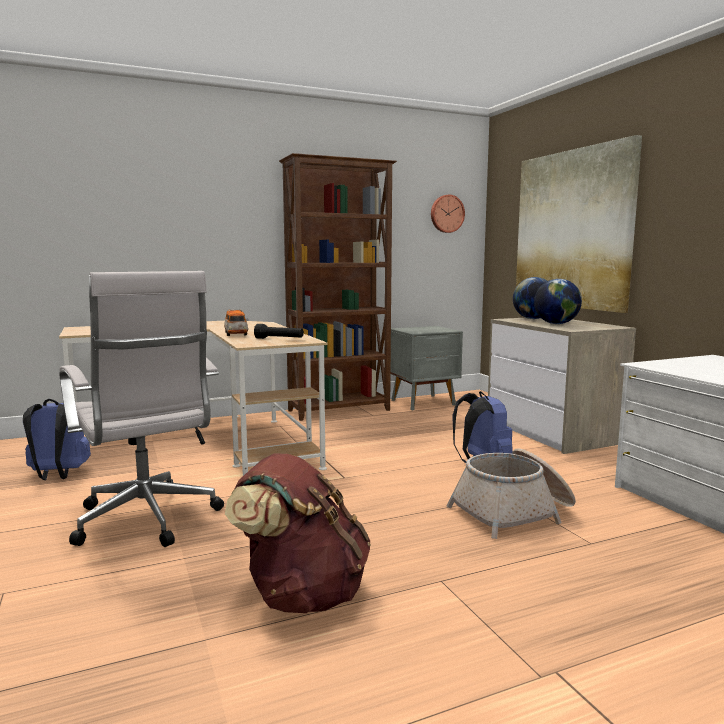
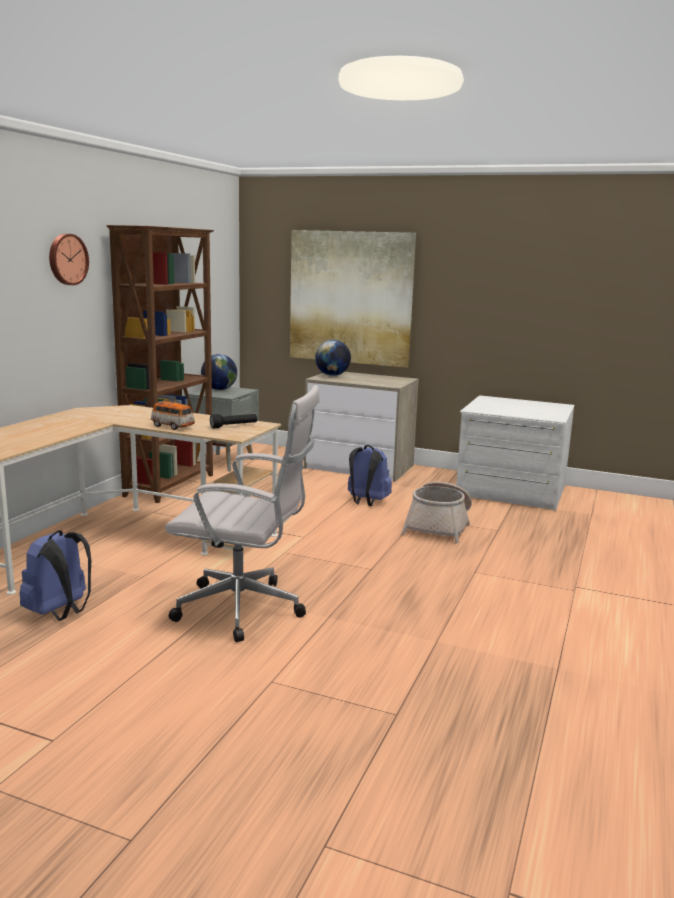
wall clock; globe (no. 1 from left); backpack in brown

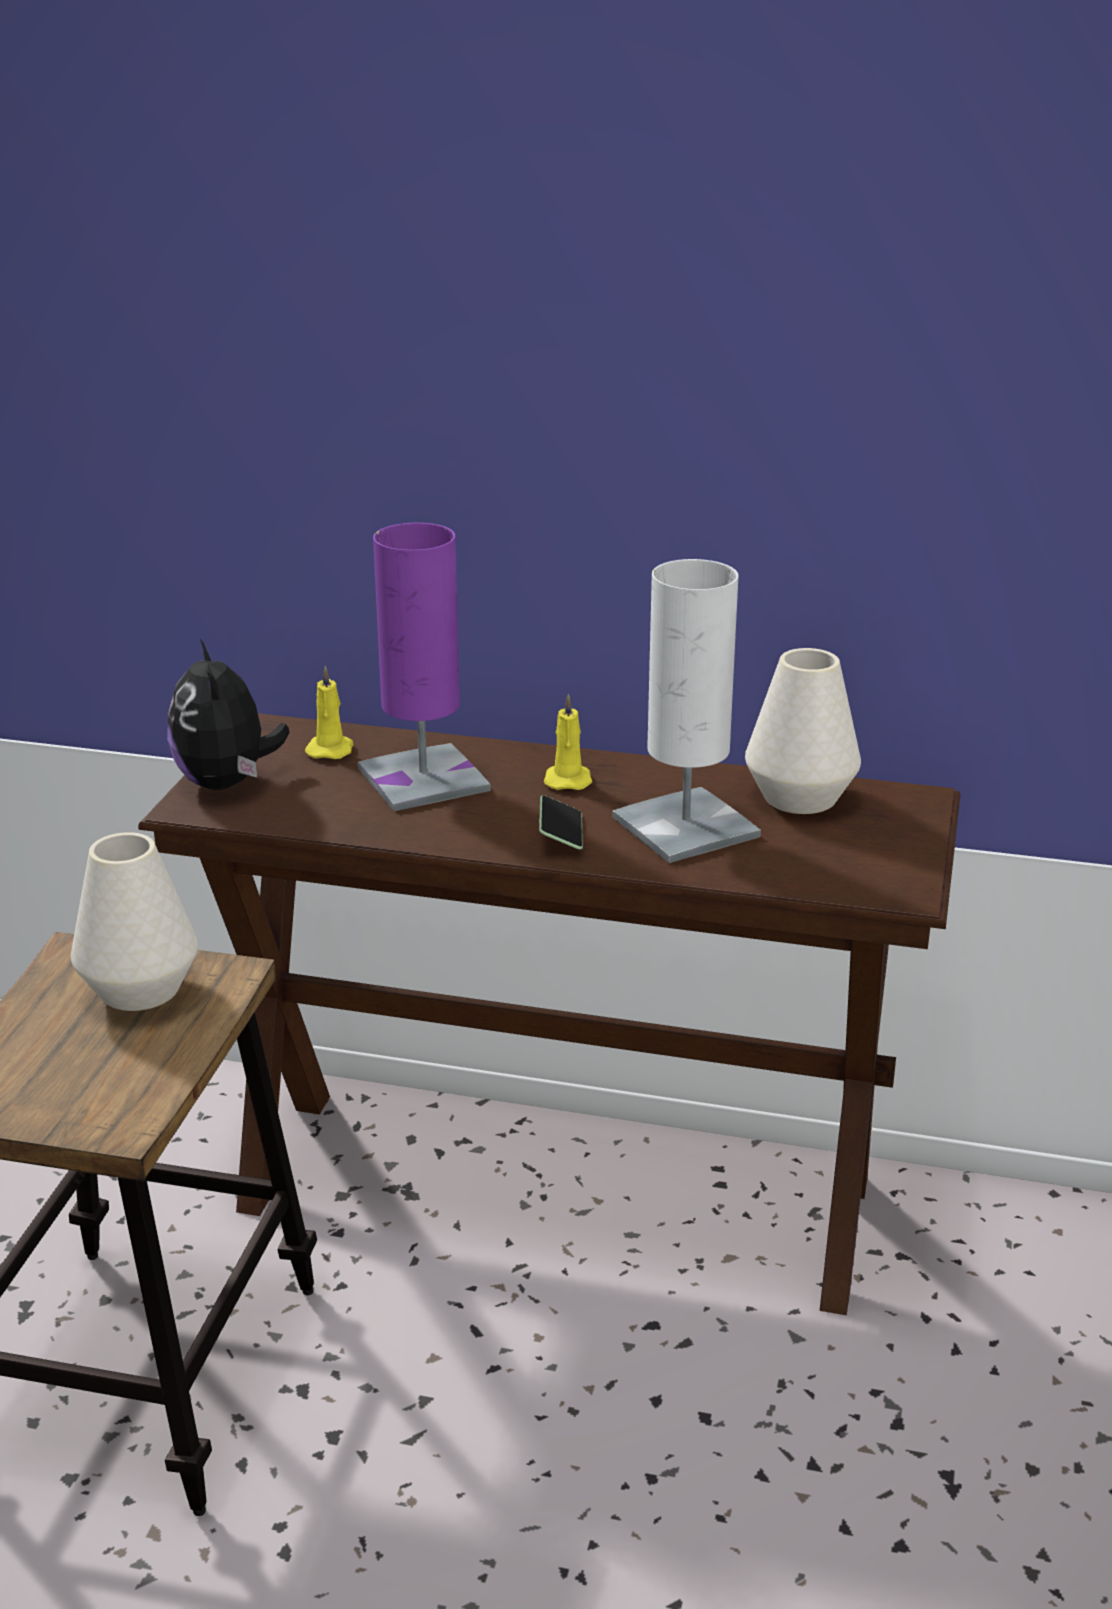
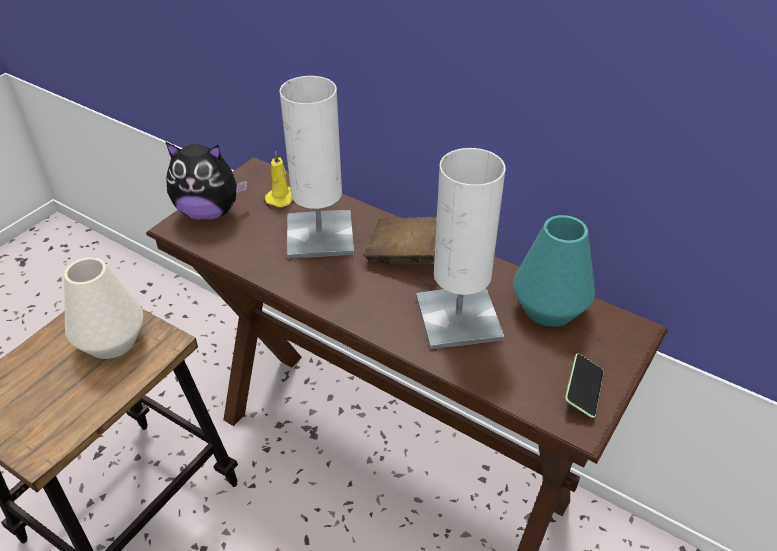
plush toy; table lamp in white (no. 1 from left); book in brown; vase in turquoise; phone

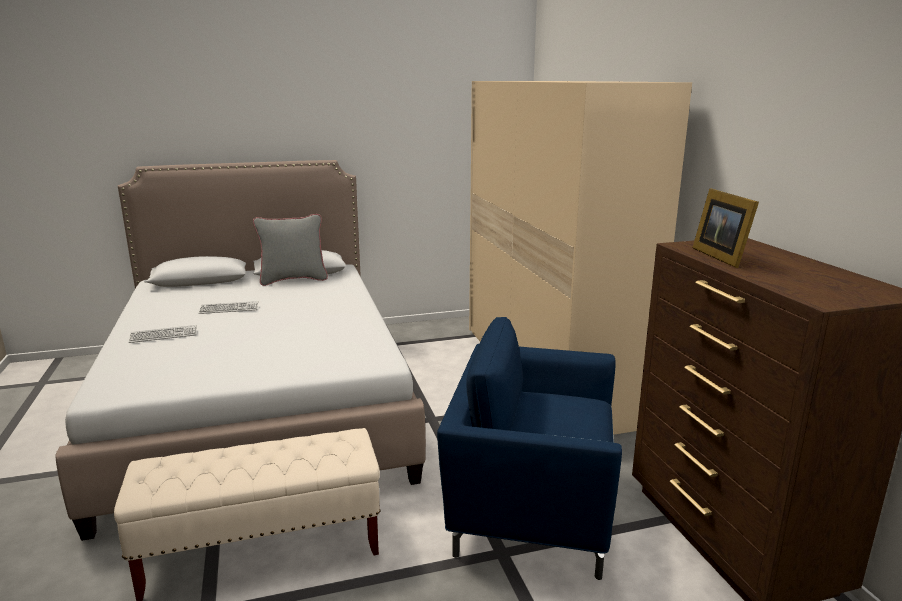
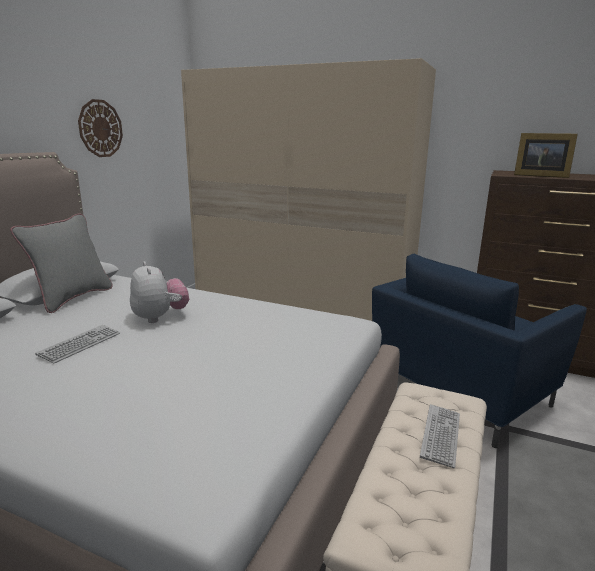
wall clock; plush toy; keyboard (no. 2 from left)

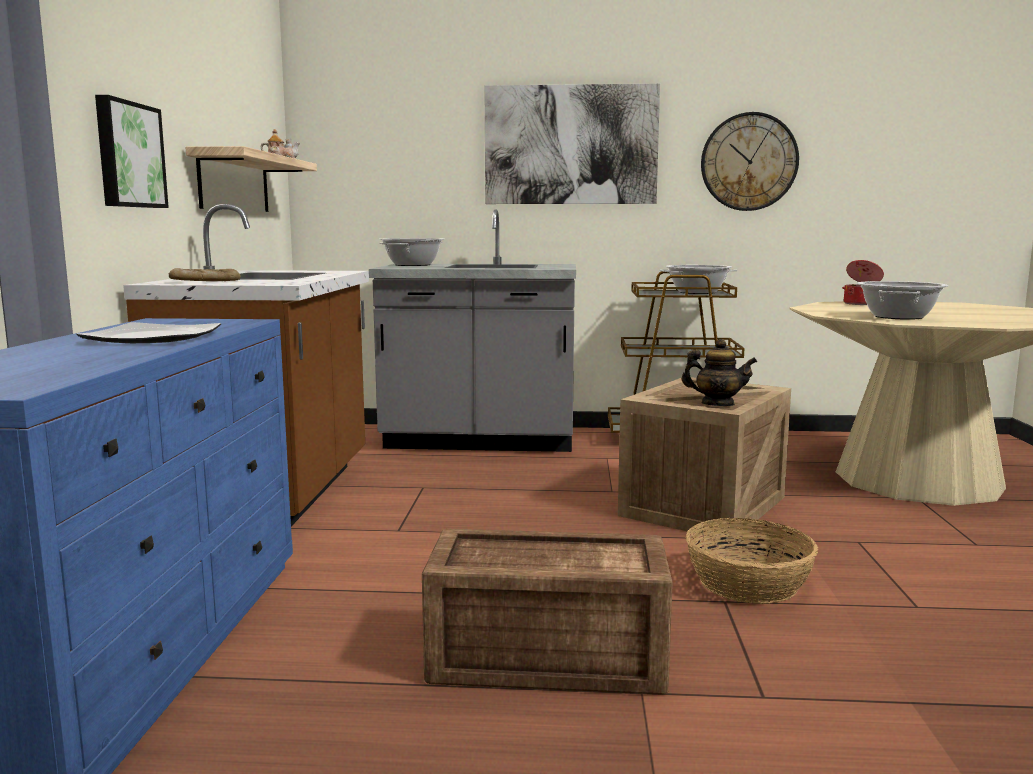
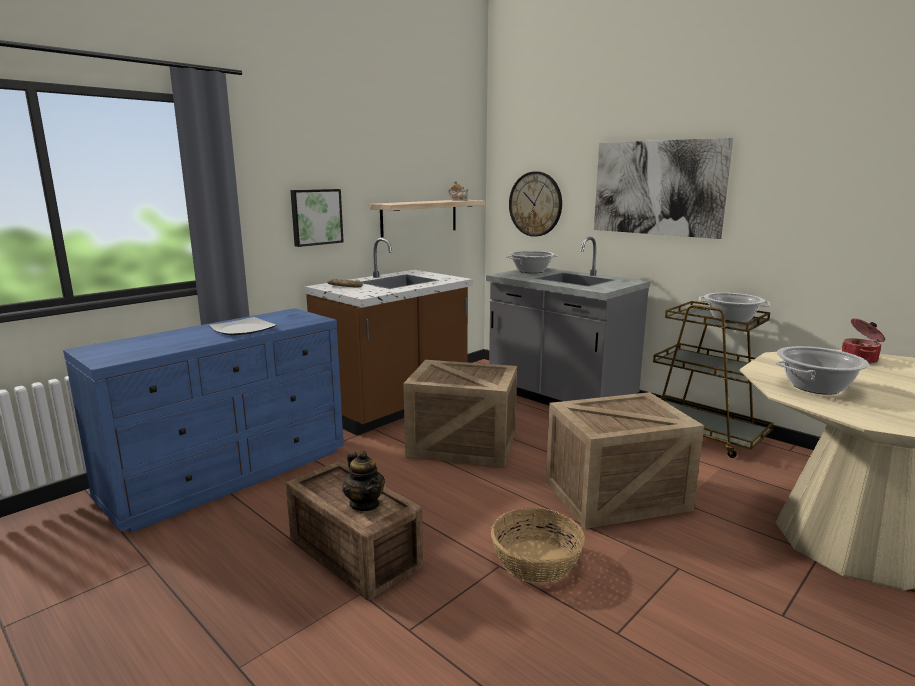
teapot (no. 1 from left); crate (no. 2 from left); wall clock

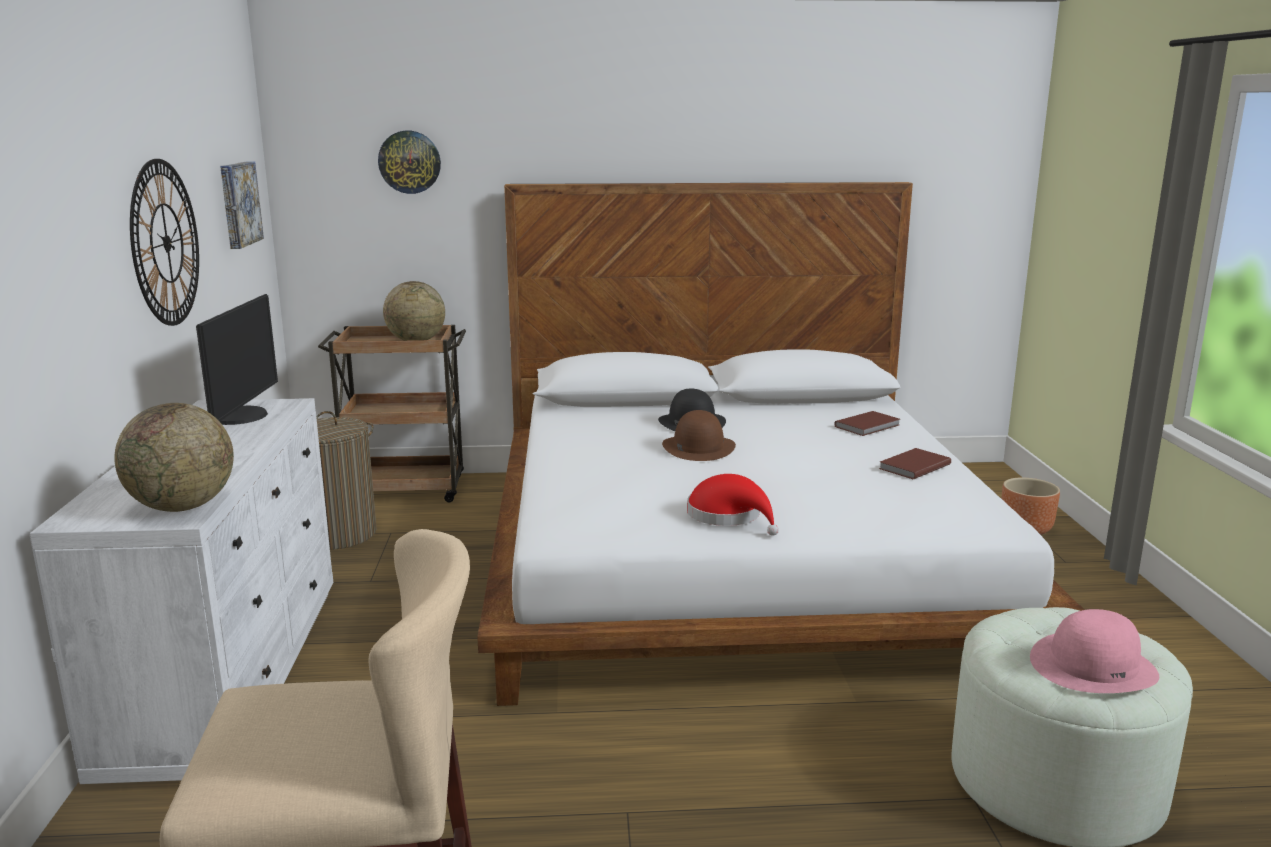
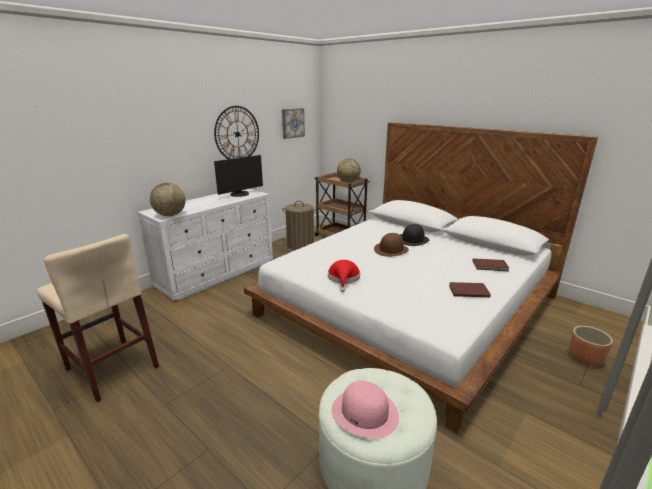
wall clock (no. 2 from left in the first image)

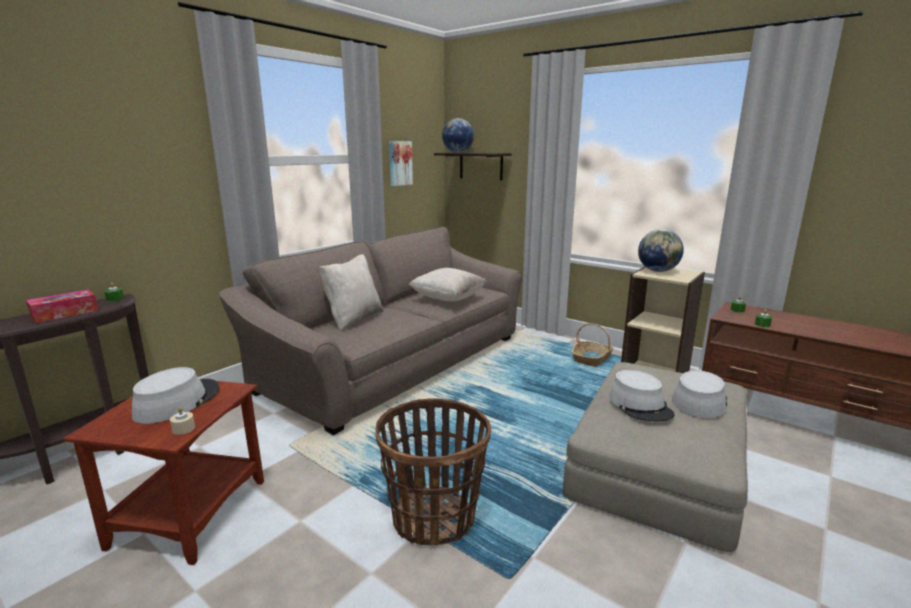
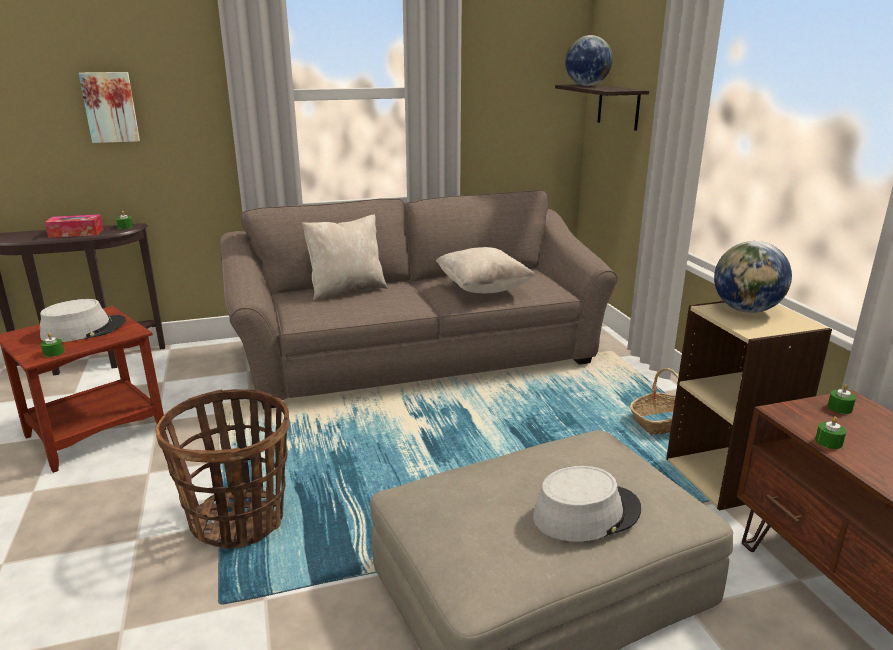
candle in green (no. 1 from left); picture; hat in grey (no. 2 from left in the first image)

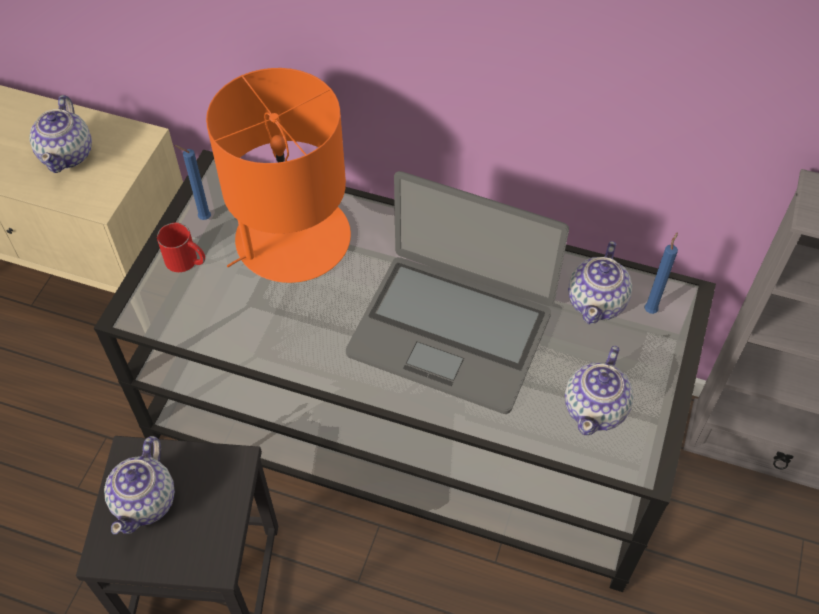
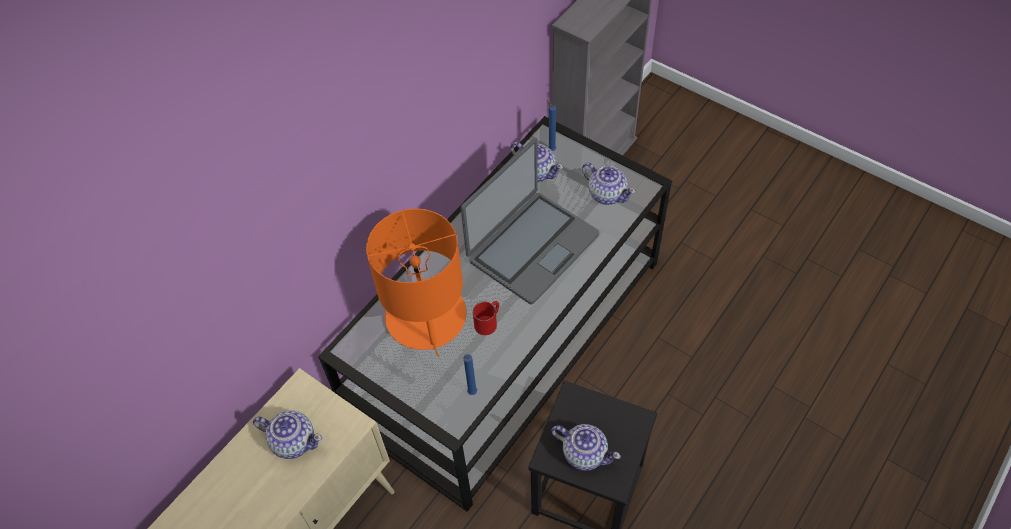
candle in blue (no. 1 from left); mug in red

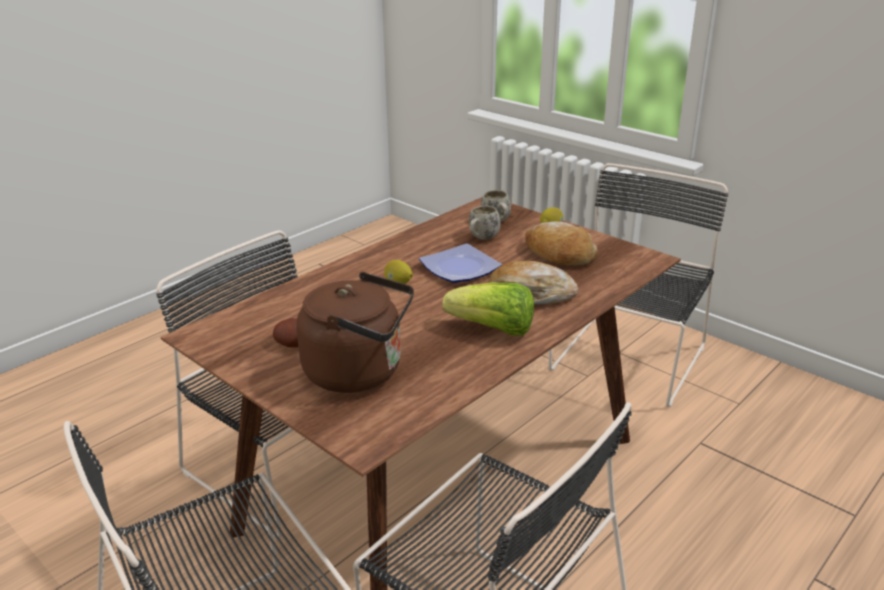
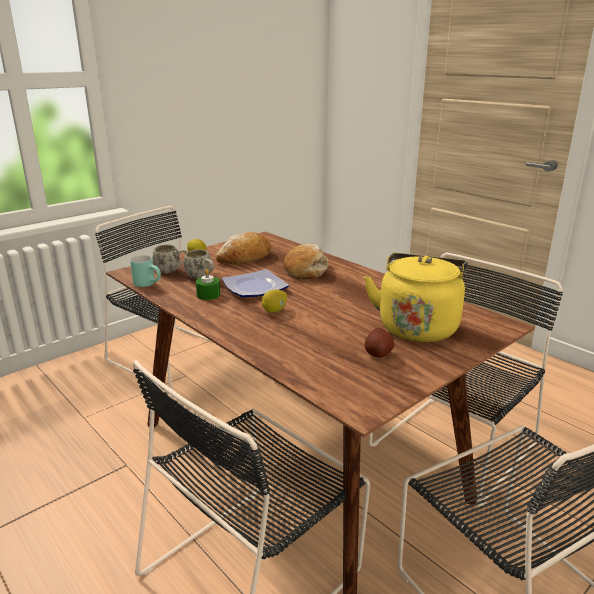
mug in turquoise; candle in green; kettle in yellow; lettuce

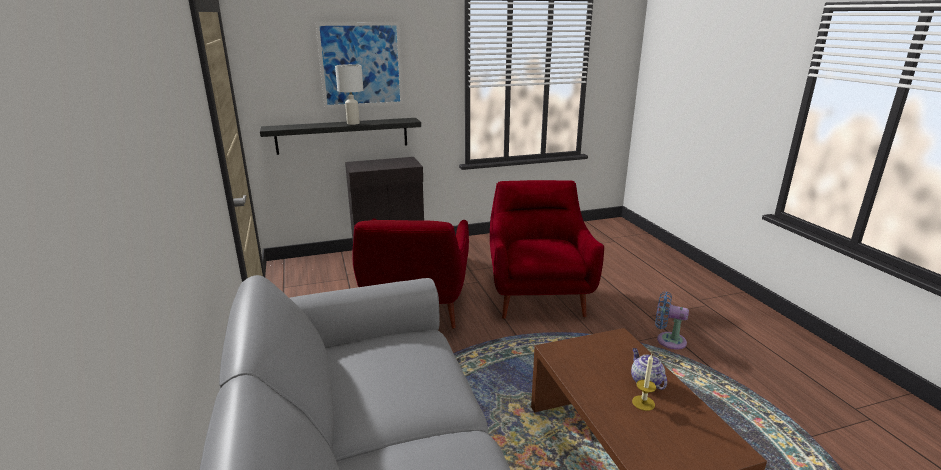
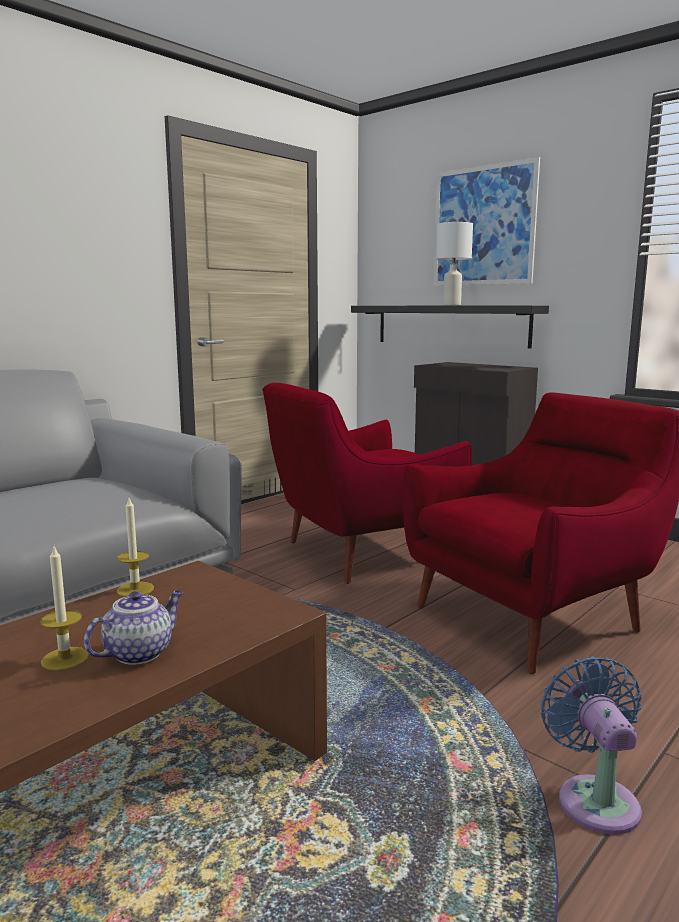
candle (no. 2 from left)

